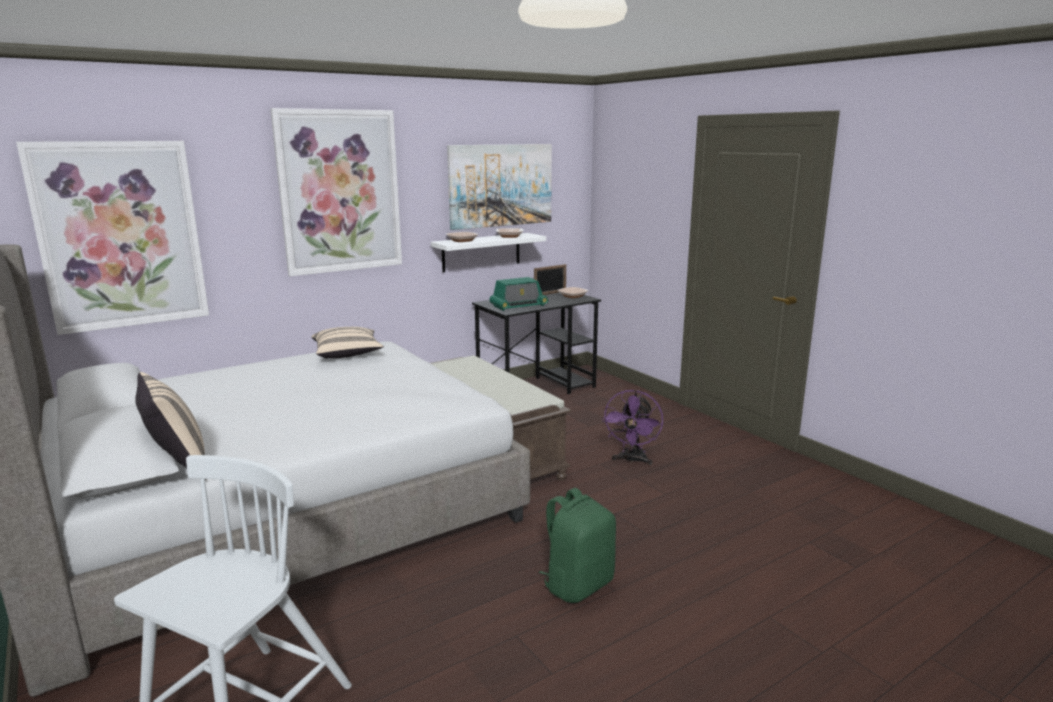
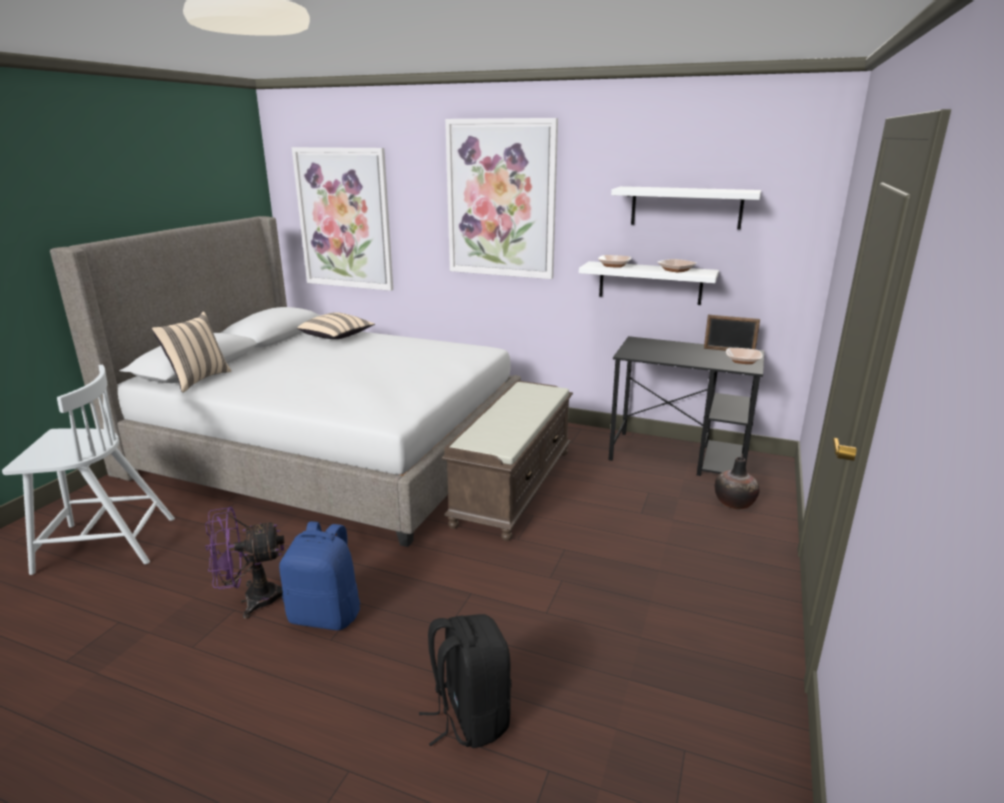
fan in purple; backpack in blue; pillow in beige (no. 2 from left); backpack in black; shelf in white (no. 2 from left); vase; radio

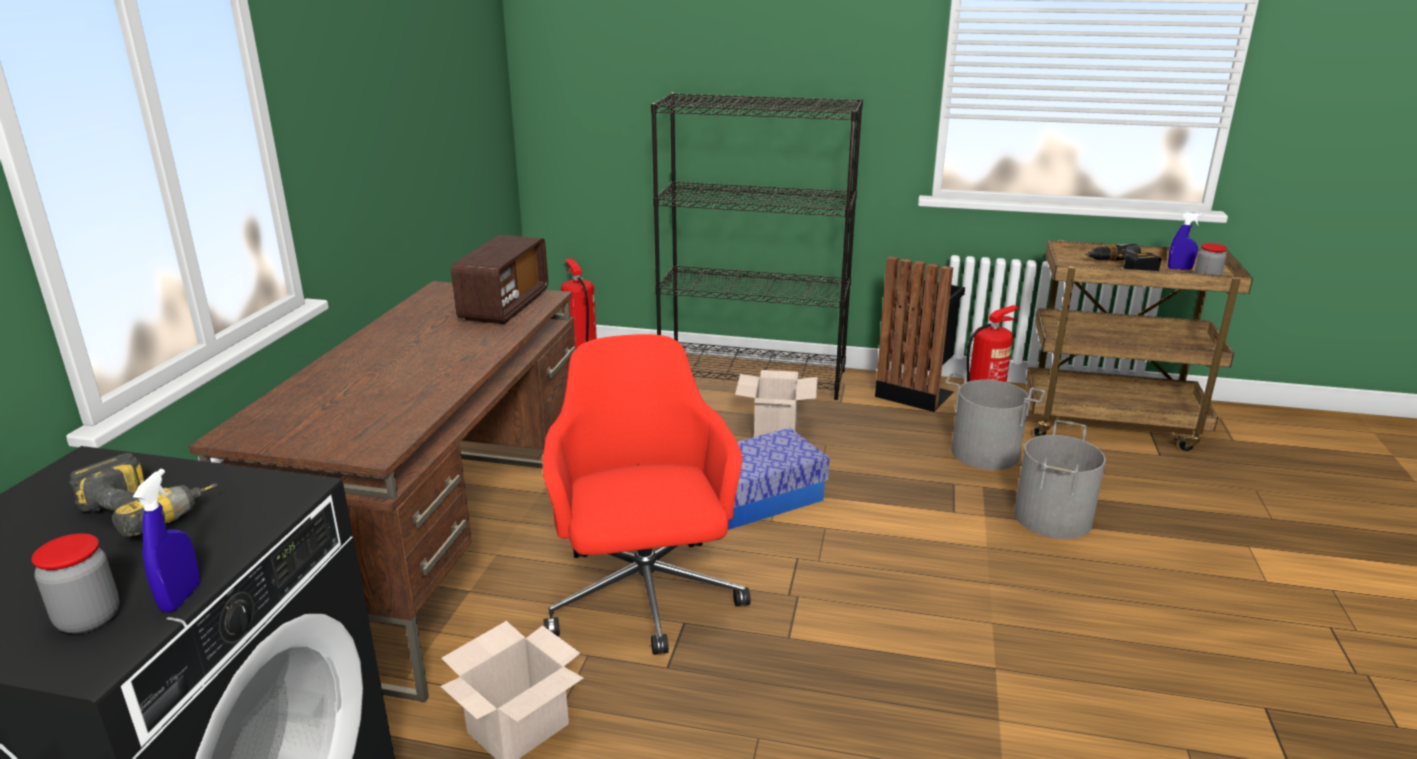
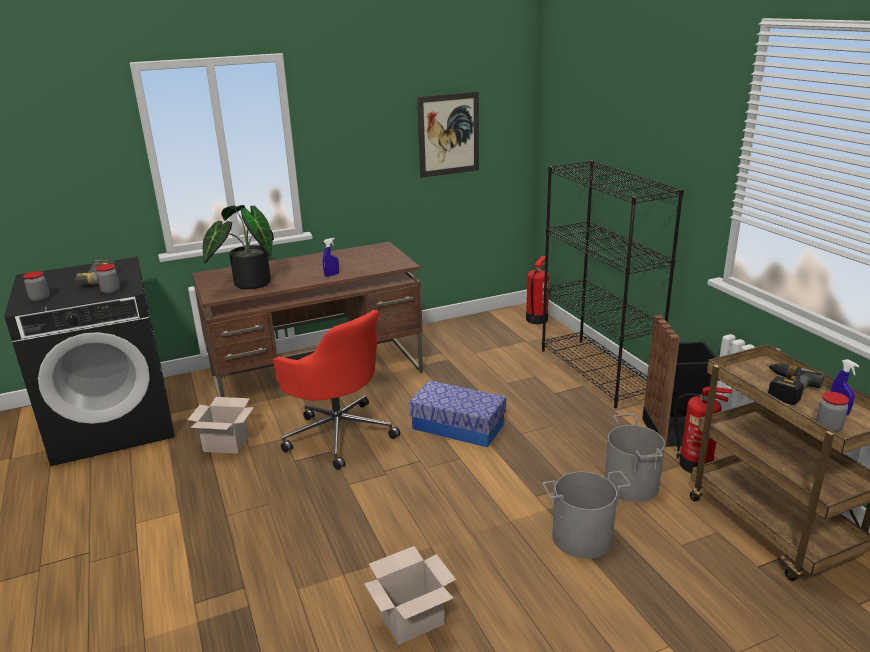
jar (no. 2 from left); potted plant; office chair in red; spray bottle in blue (no. 1 from left); cardboard box (no. 2 from left); picture; radio

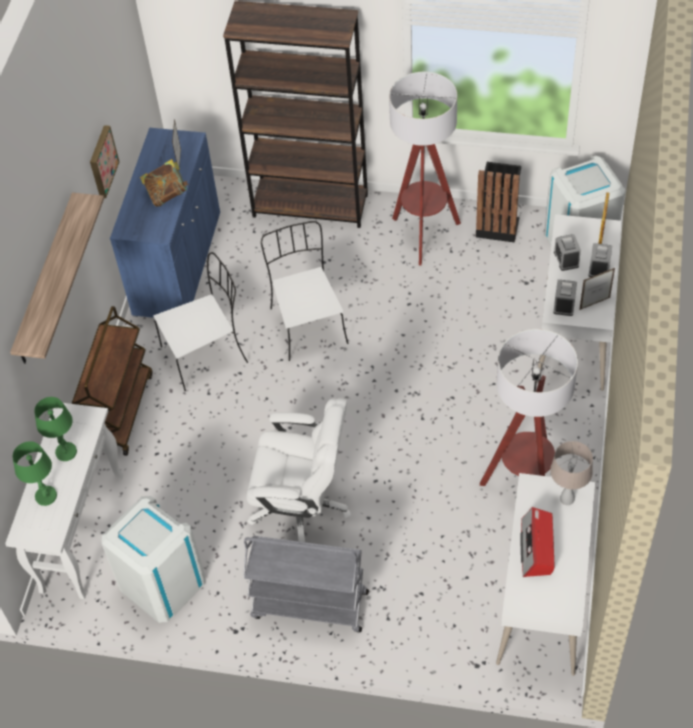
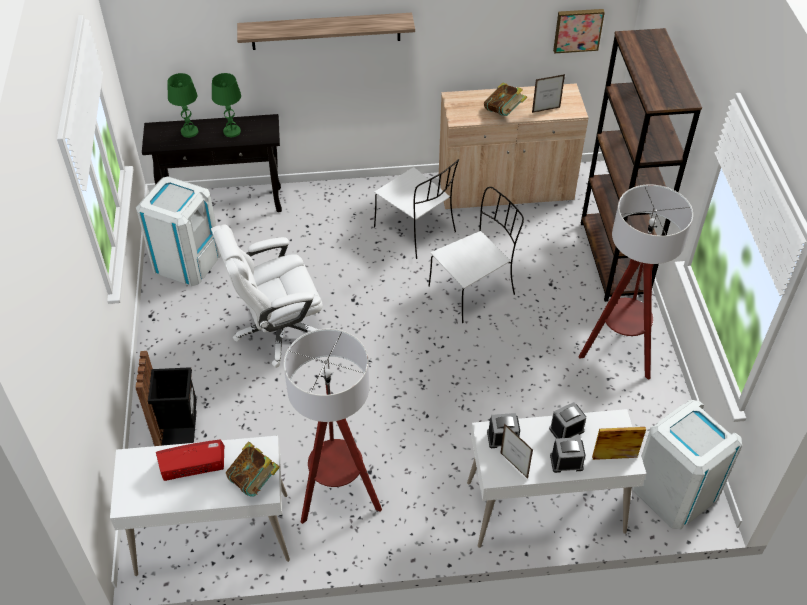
trash can in black; console table in black; office chair in white; book (no. 1 from left); cabinet in beige; picture; cart in brown; cart in grey

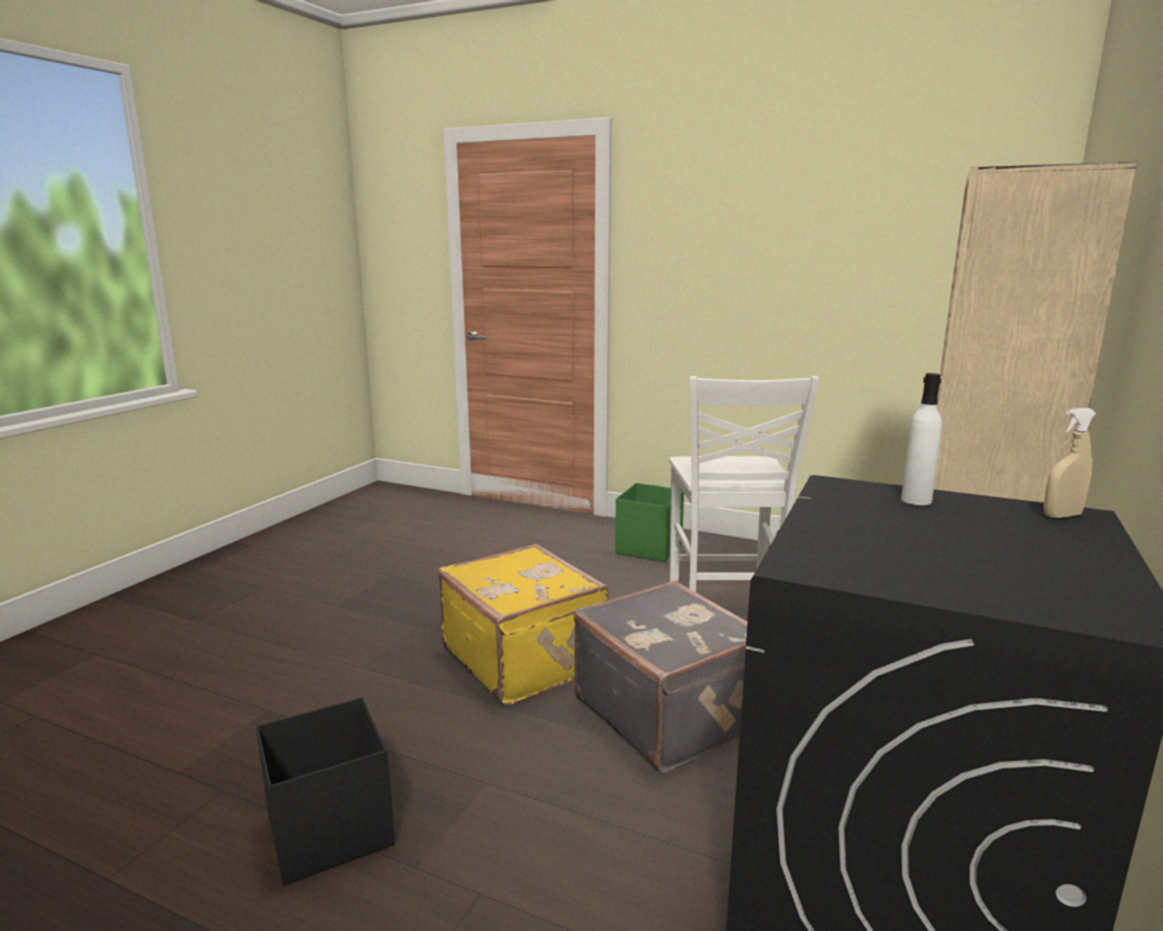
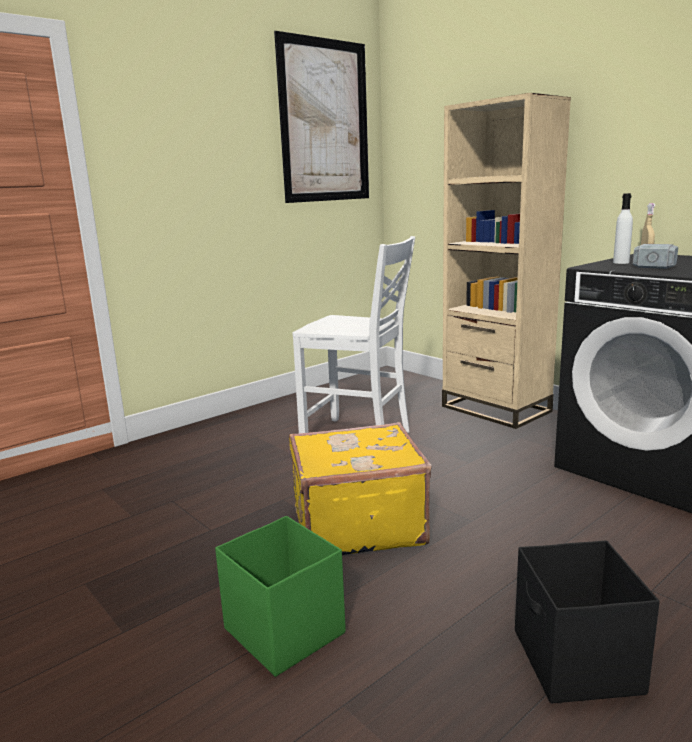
storage box in green; picture; hammer; suitcase in grey

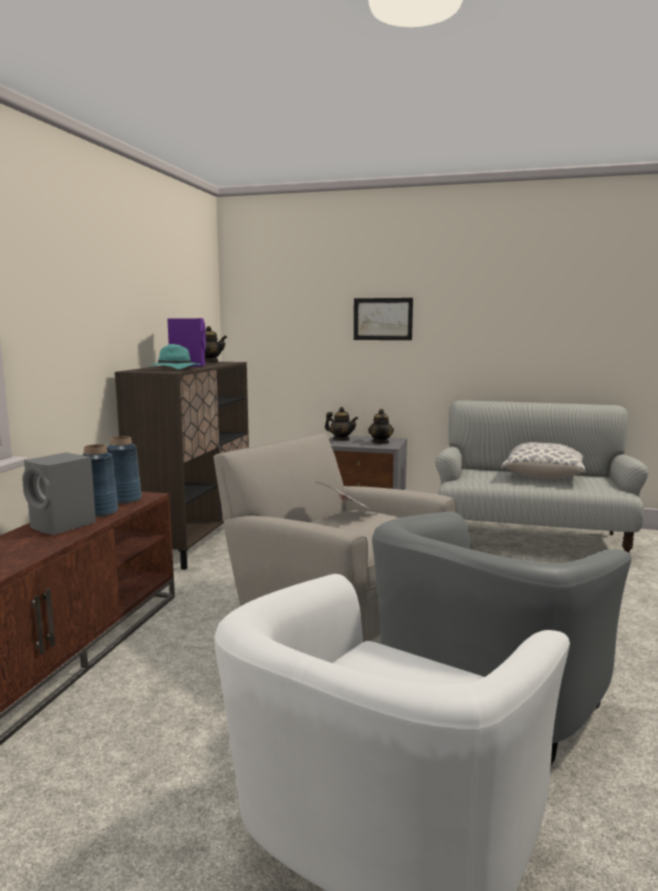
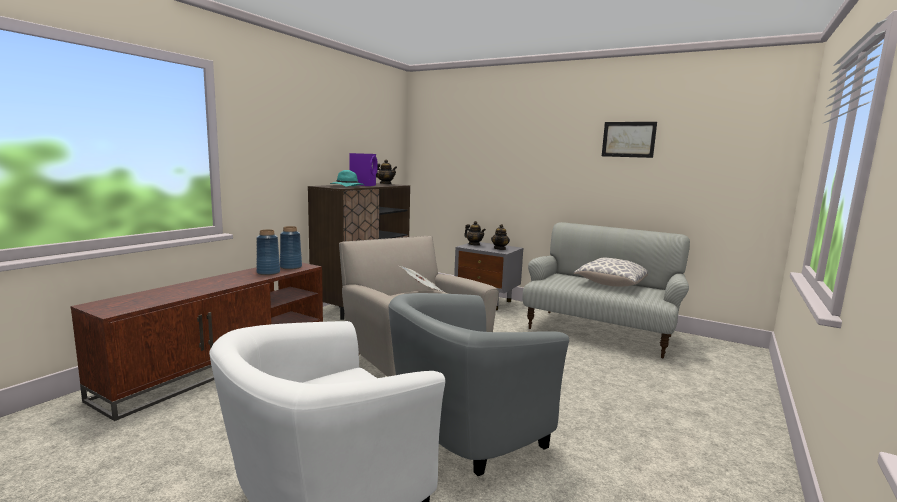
picture; speaker in grey

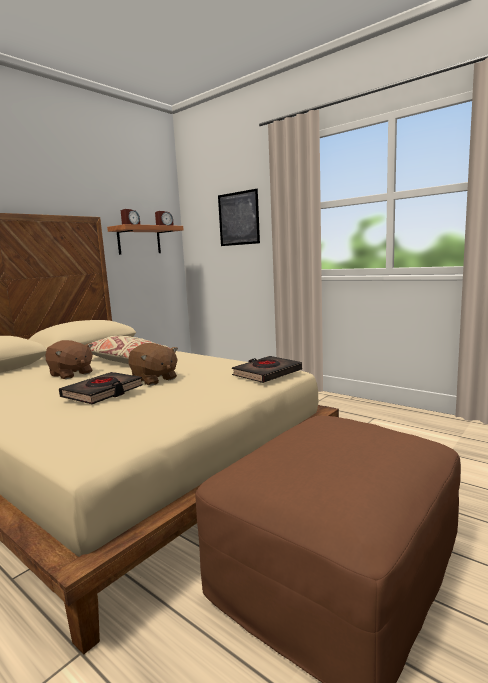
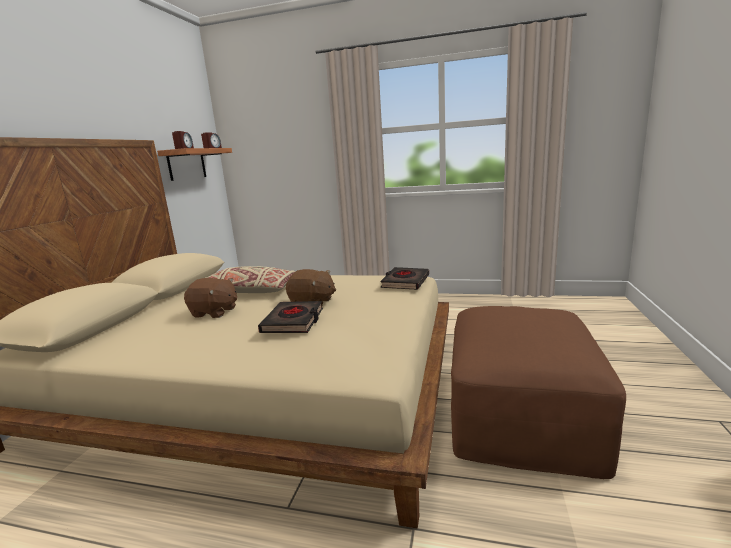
picture

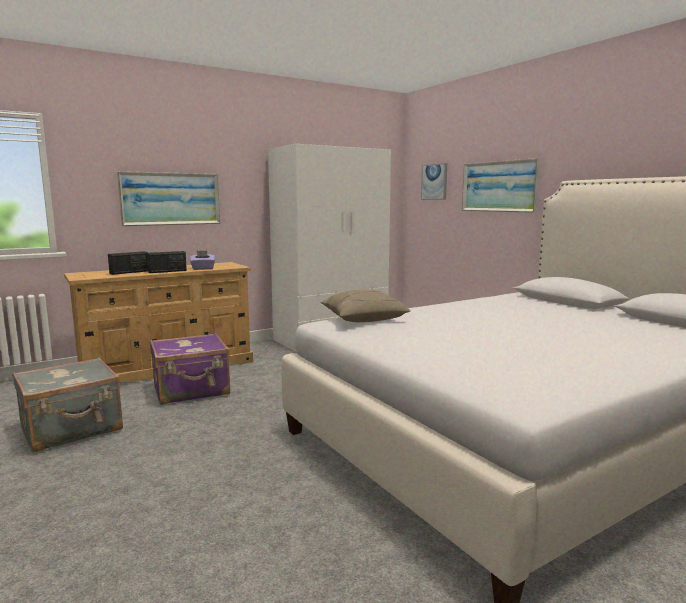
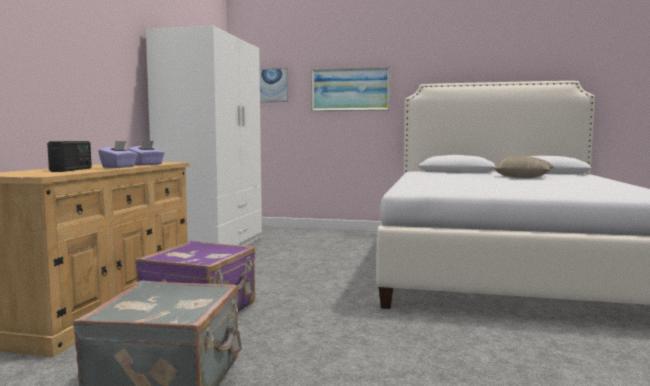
tissue box in purple (no. 1 from left); pillow in beige; picture (no. 1 from left in the first image)

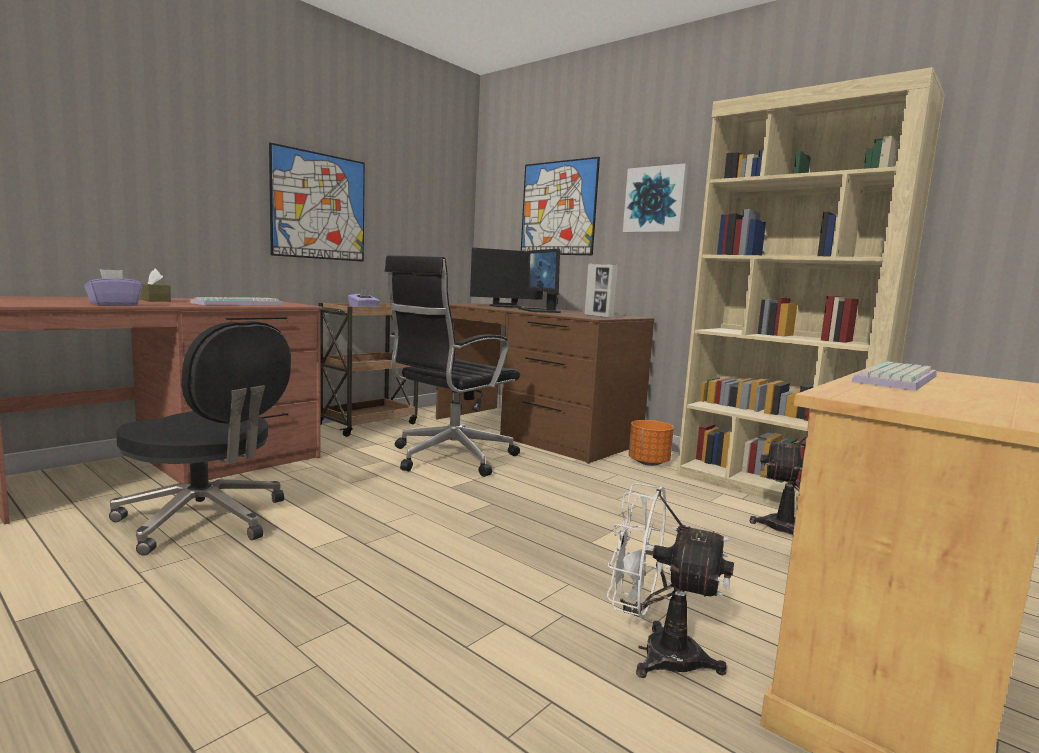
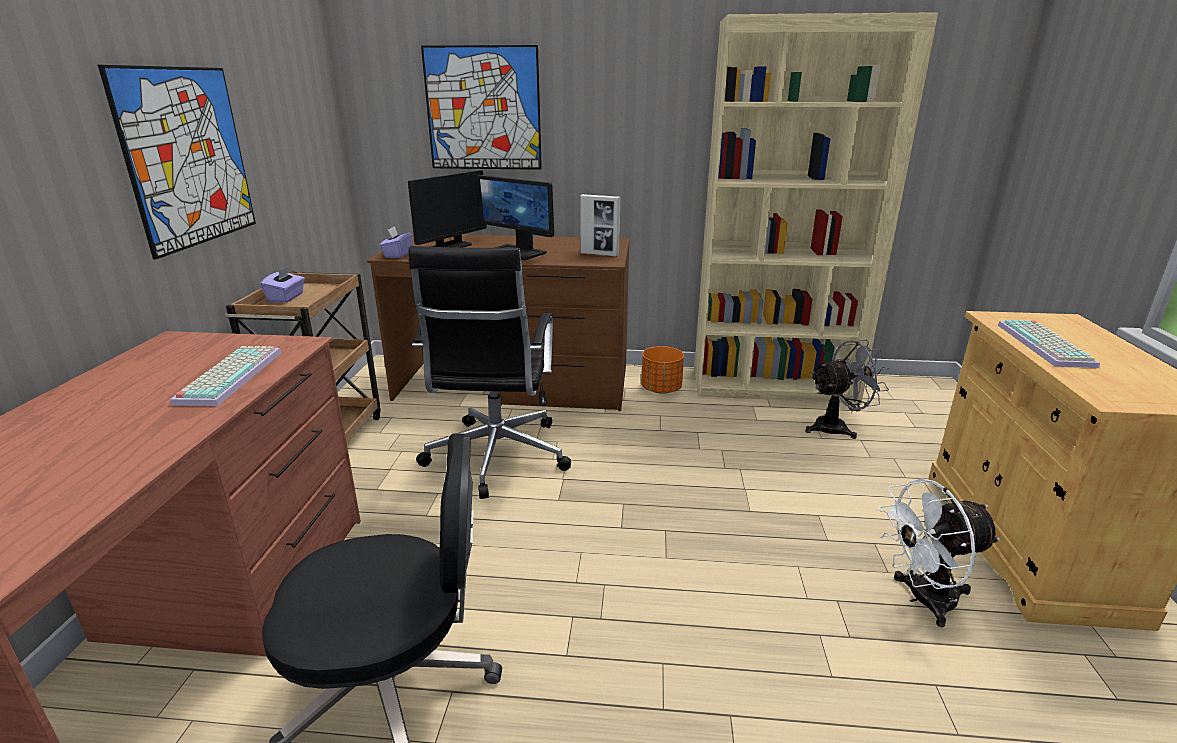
tissue box in purple (no. 2 from left); tissue box in brown; picture (no. 3 from left in the first image)

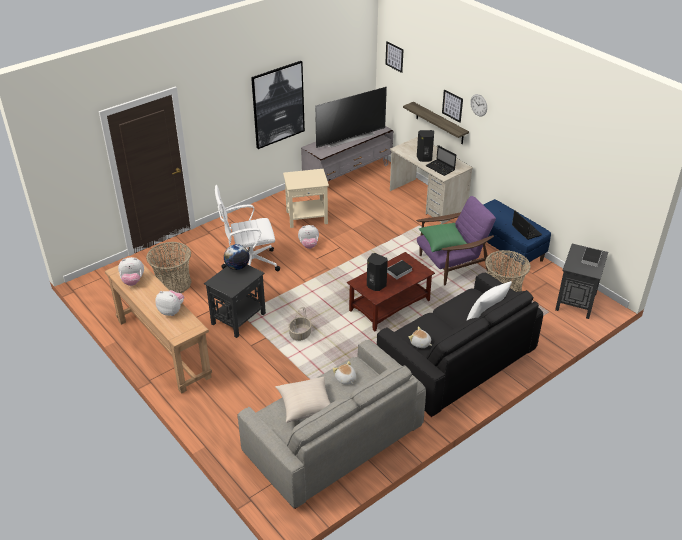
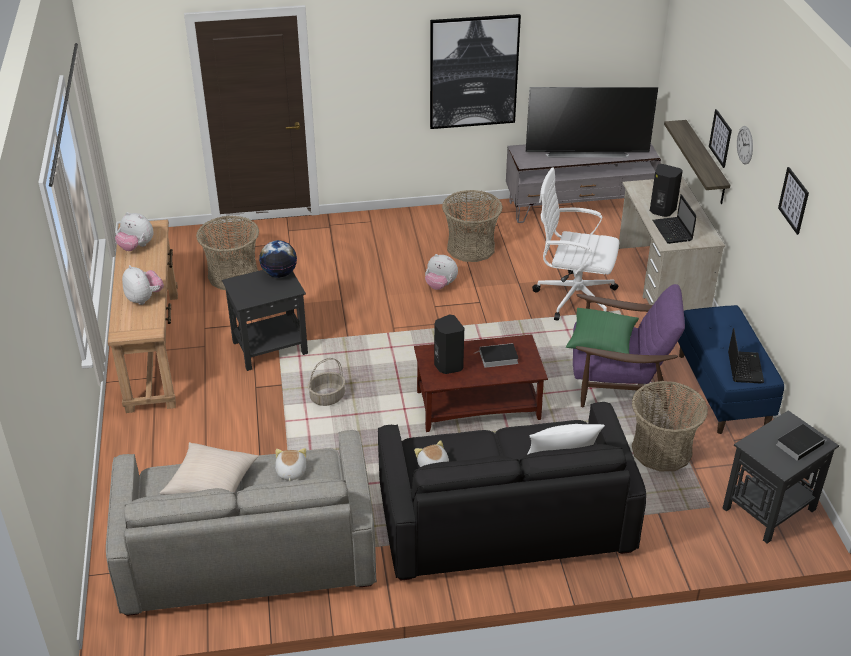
basket (no. 3 from left); office chair in white; picture (no. 3 from left)

